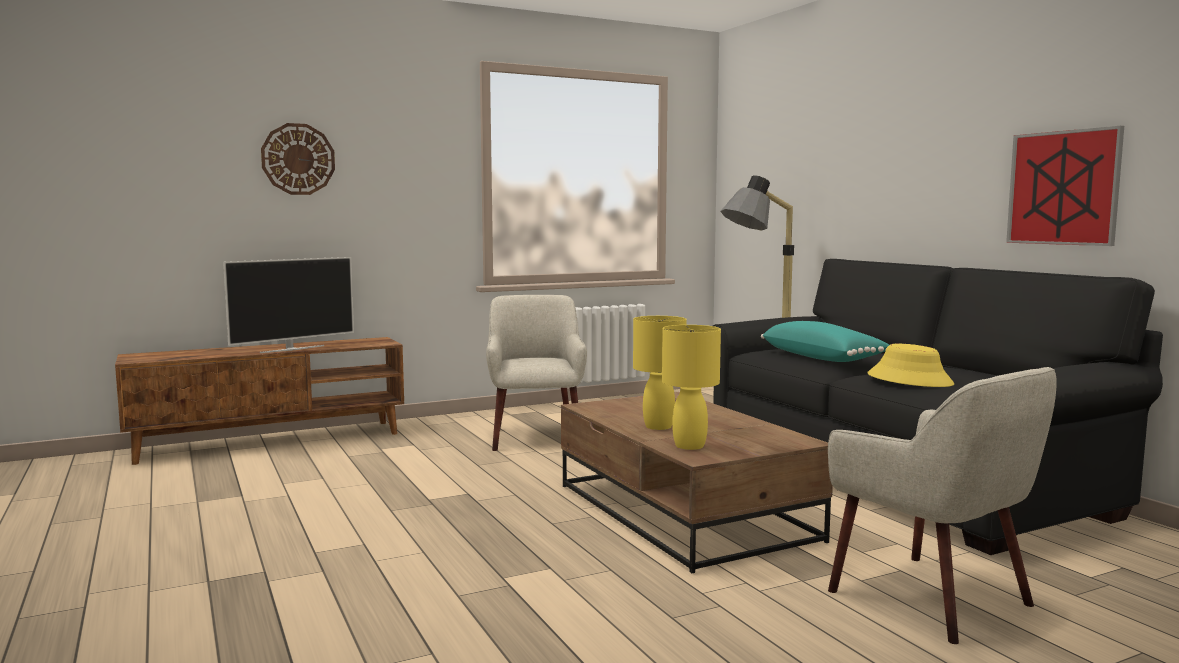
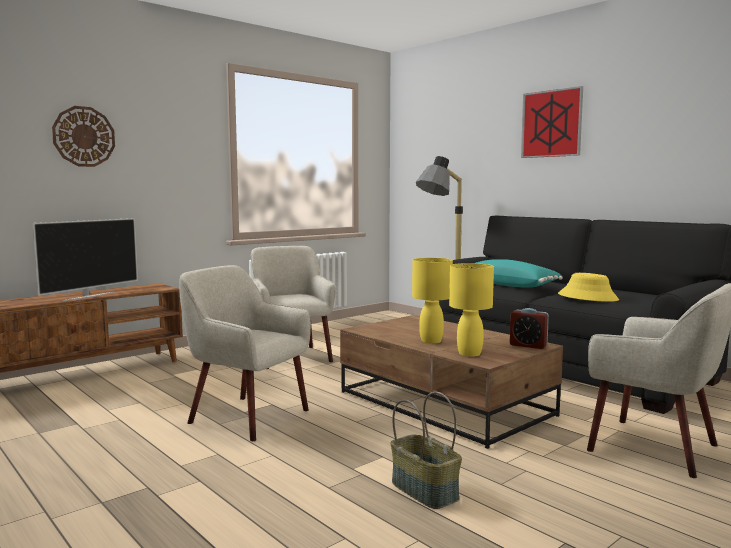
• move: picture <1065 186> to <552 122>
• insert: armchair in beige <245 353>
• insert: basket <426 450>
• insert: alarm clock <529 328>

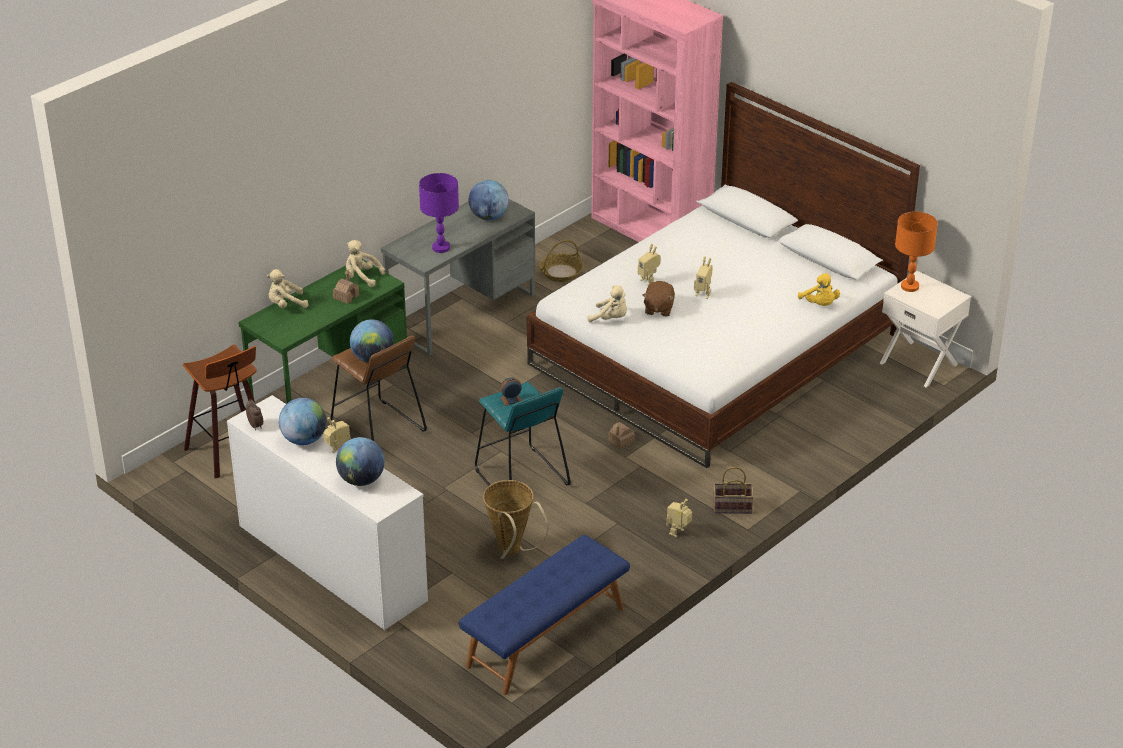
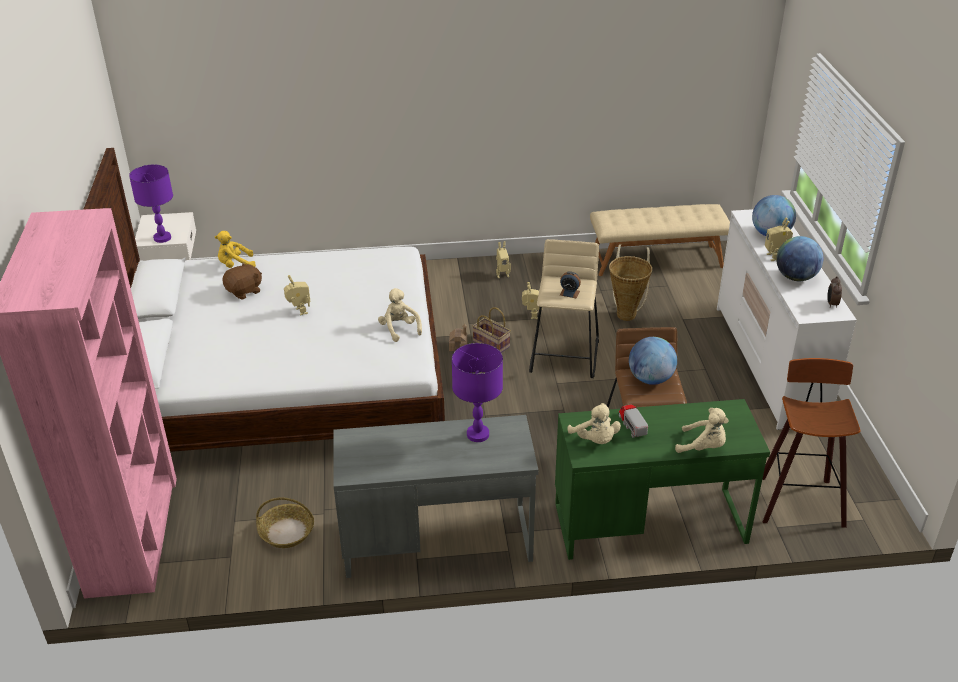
• replace: toy house <346 287> to toy truck <633 421>
• recolor: bench in blue <544 615> to bench in beige <660 240>
• delete: globe <489 200>
• recolor: stool in turquoise <523 434> to stool in beige <564 308>
• move: toy robot <649 265> to <532 300>
• move: plush toy in brown <659 298> to <242 281>
• move: basket <733 490> to <491 330>
• rotate: plush toy in yellow <819 289> = <235 249> 120 degrees counterclockwise
• recolor: table lamp in orange <916 251> to table lamp in purple <151 203>

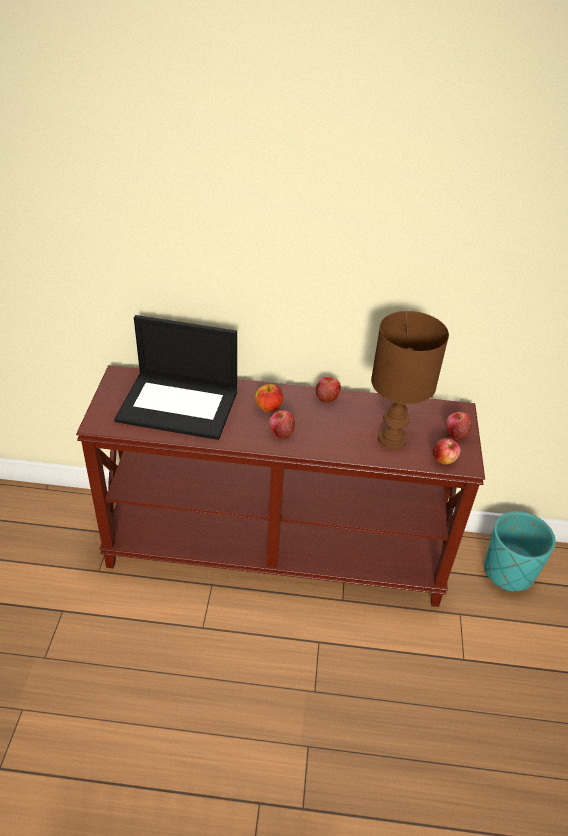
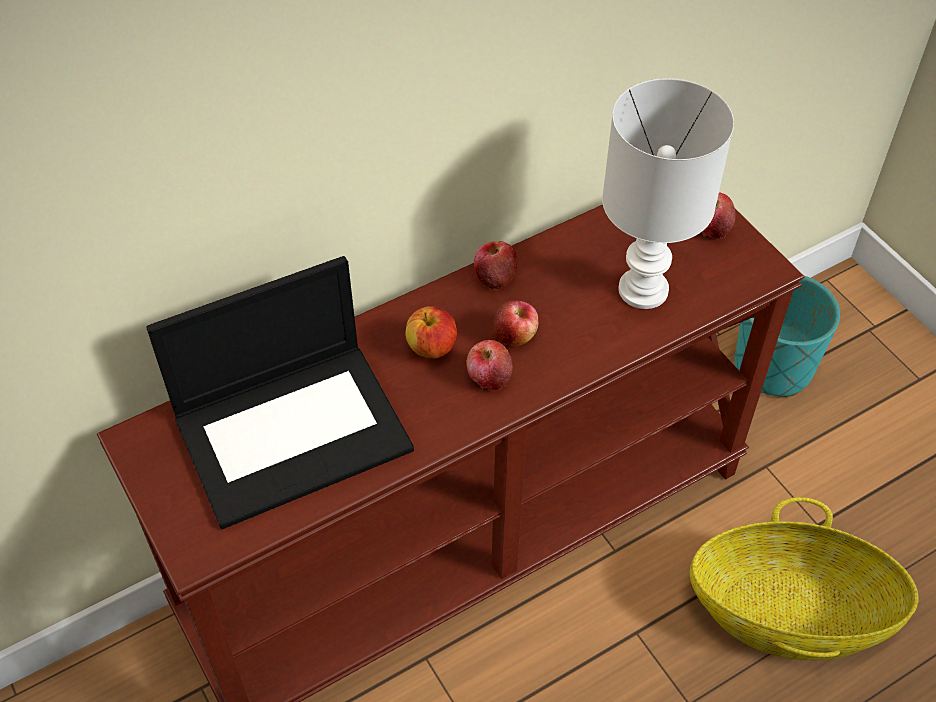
• recolor: table lamp in brown <410 380> to table lamp in white <668 193>
• move: apple <447 451> to <515 323>
• insert: basket <804 578>

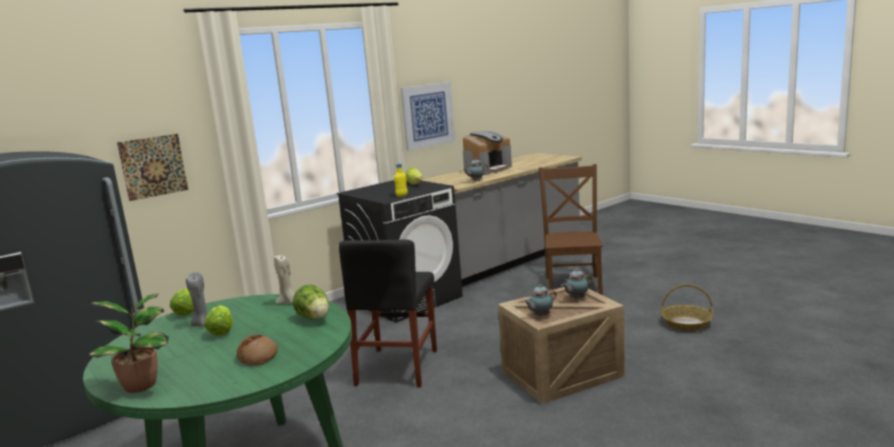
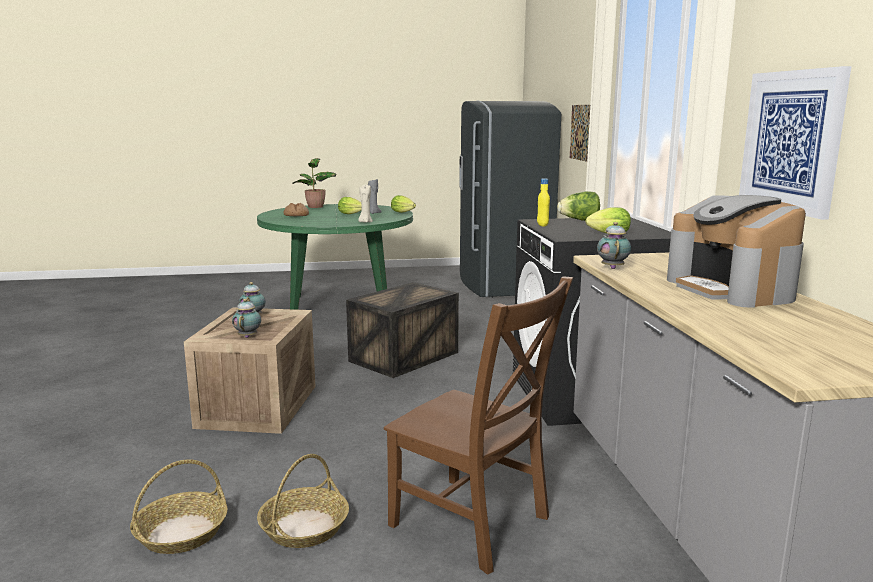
• move: lettuce <311 302> to <578 206>
• replace: chair in black <388 313> to crate <402 330>
• insert: basket <303 501>

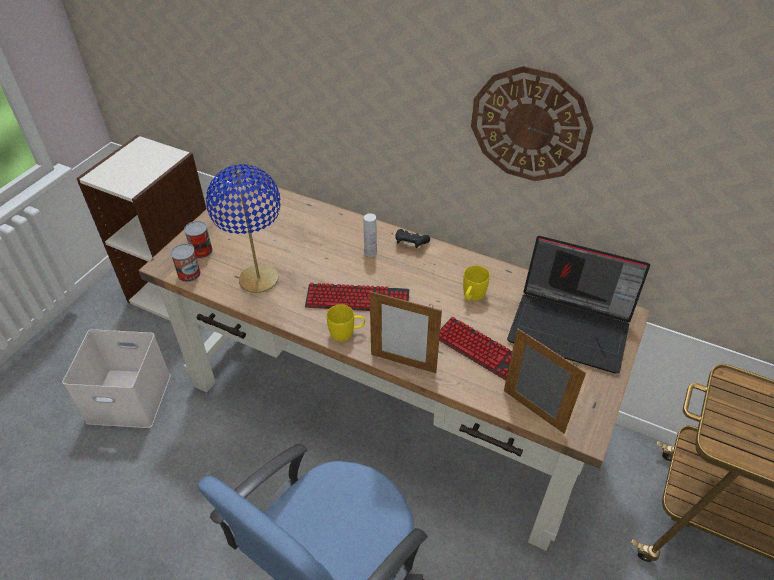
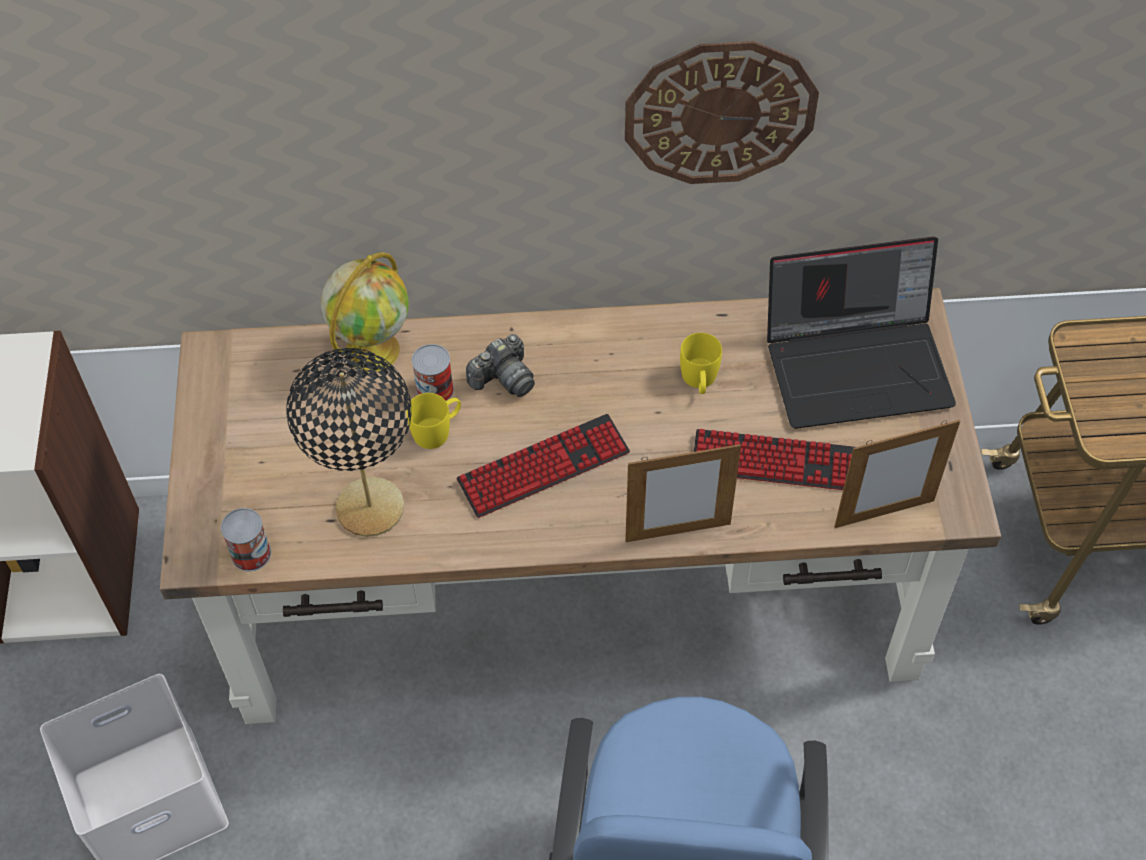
• move: can <198 239> to <433 372>
• recolor: table lamp in blue <243 228> to table lamp in black <348 442>
• move: mug in yellow <346 322> to <433 421>
• replace: bottle in white <370 235> to photo camera <500 365>
• delete: game controller in black <412 238>
• rotate: picture frame <545 381> = <897 474> 150 degrees clockwise
• insert: globe <365 312>

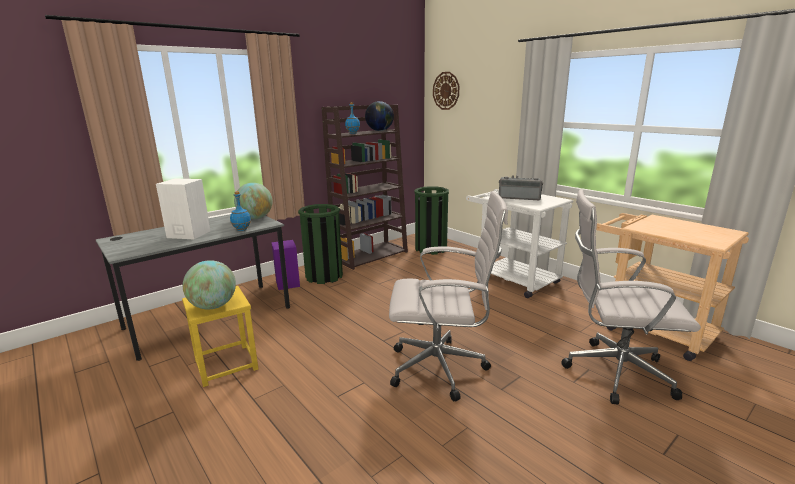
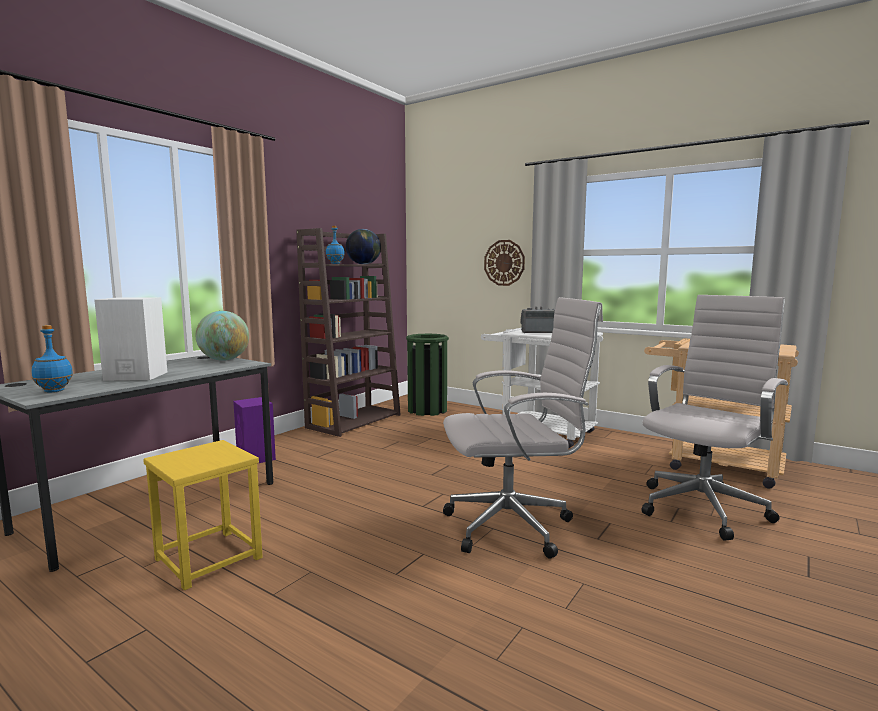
• delete: globe <209 284>
• move: bottle in blue <240 211> to <52 358>
• delete: trash can in green <320 244>
• move: wall clock <446 91> to <504 263>
• rotate: office chair in white <631 297> = <714 418> 135 degrees clockwise

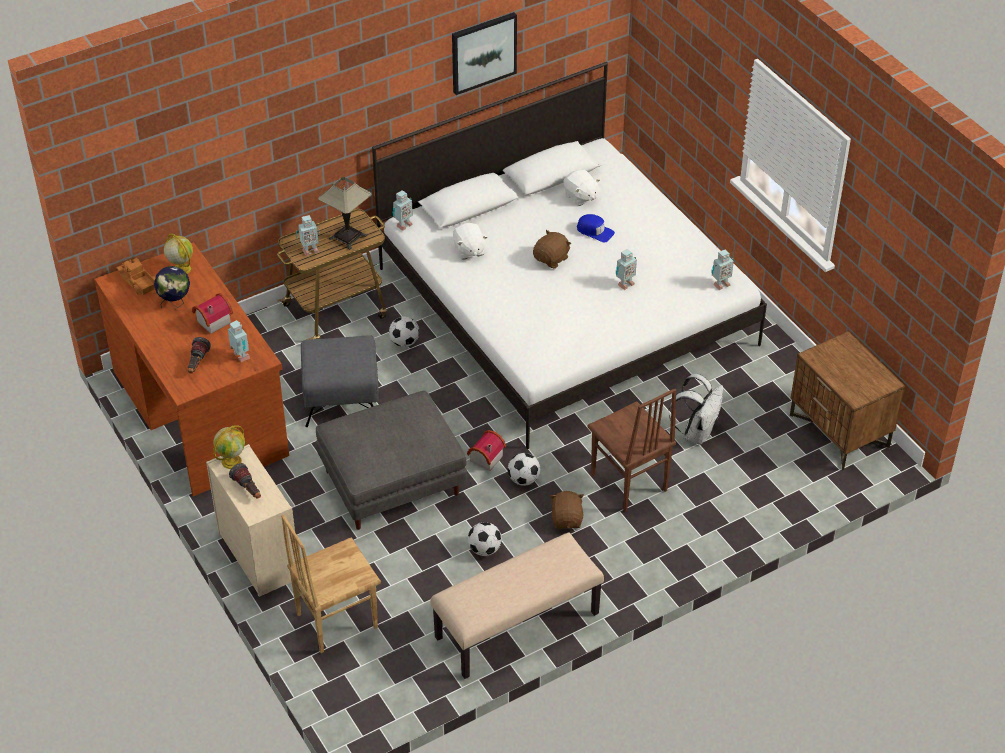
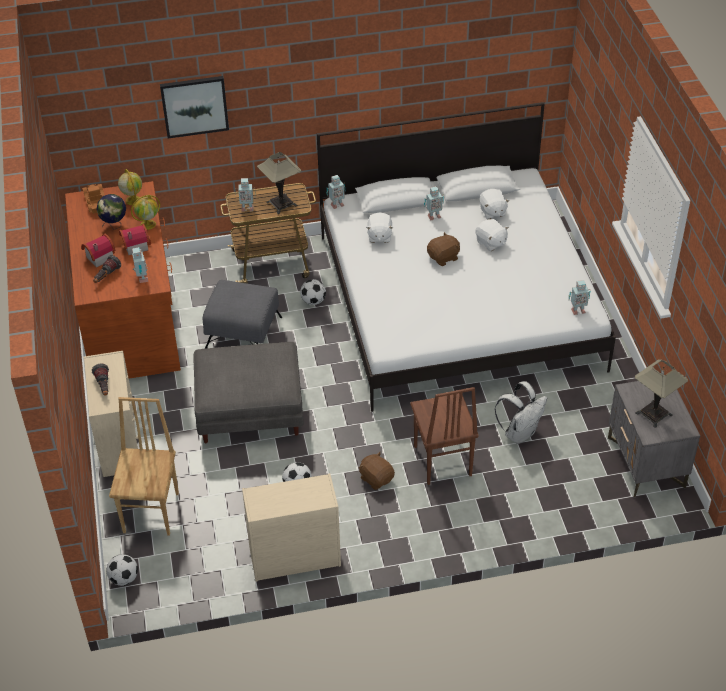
• move: globe <229 447> to <145 212>
• rotate: chair in brown <331 584> = <144 466> 105 degrees clockwise
• replace: bench in beige <517 606> to dresser in beige <291 527>
• move: picture <484 53> to <194 107>
• move: toy house <486 450> to <98 251>
• move: football <524 469> to <122 570>
• rotate: plush toy in brown <567 510> = <377 471> 60 degrees counterclockwise
• replace: cap in blue <596 228> to plush toy in white <492 235>
• move: toy robot <626 269> to <434 203>
• recolor: nightstand in brown <847 400> to nightstand in grey <654 439>
• insert: table lamp <661 393>

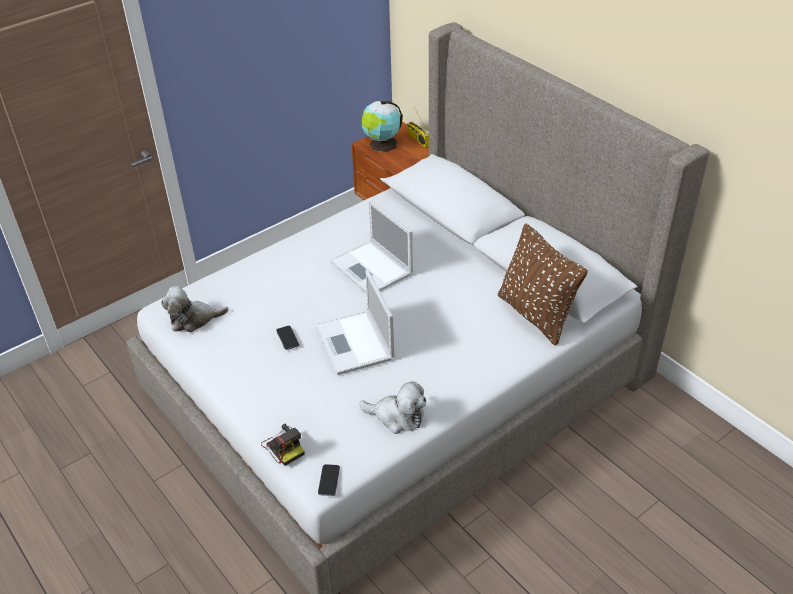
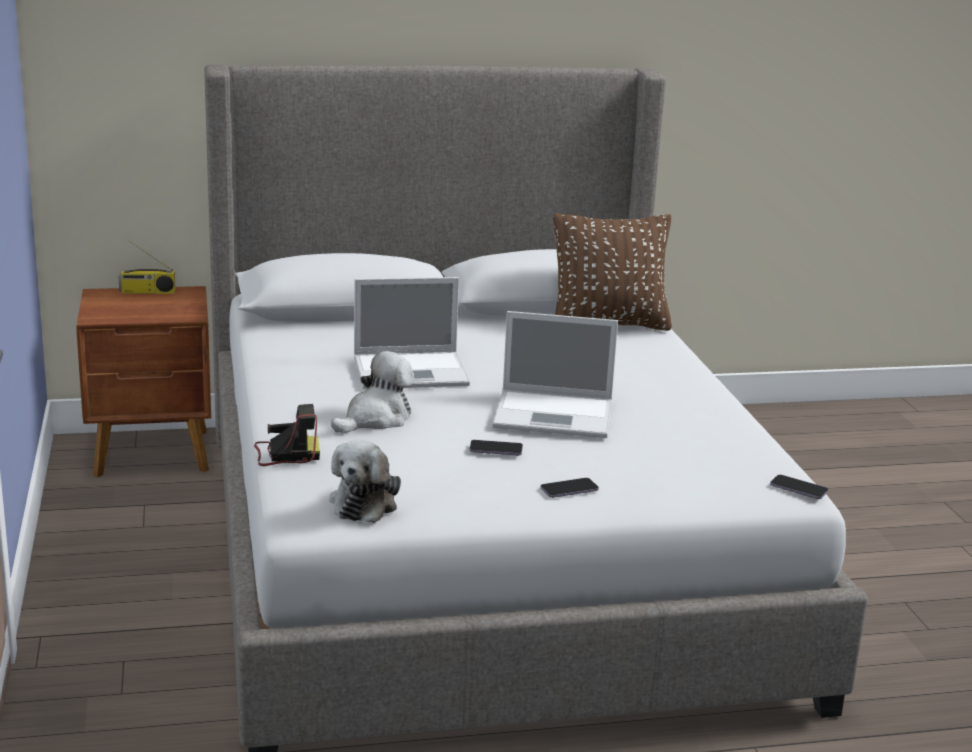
• move: photo camera <282 444> to <287 435>
• move: plush toy <392 407> to <372 392>
• delete: globe <382 126>
• insert: phone <569 488>

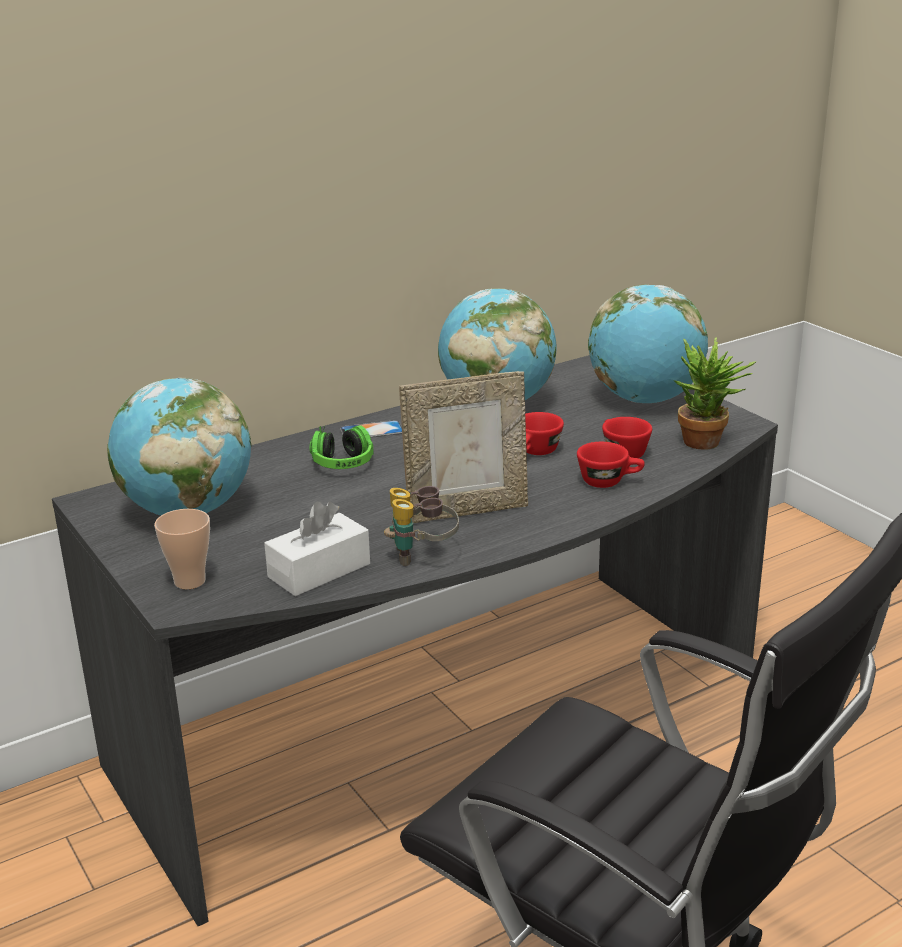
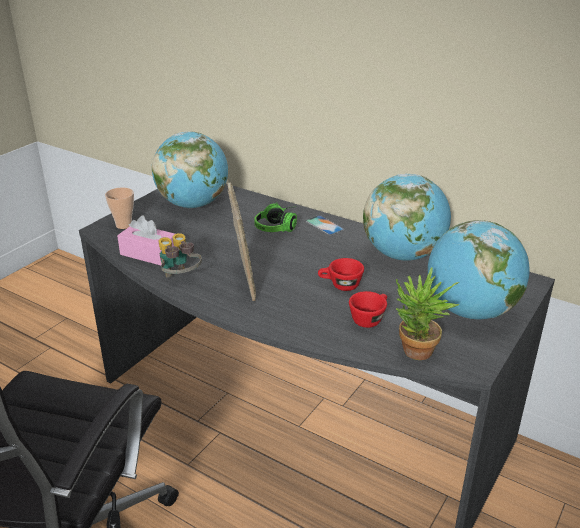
• recolor: tissue box in white <317 548> to tissue box in pink <146 240>
• rotate: picture frame <463 447> = <241 241> 150 degrees counterclockwise
• delete: cup in red <611 465>

